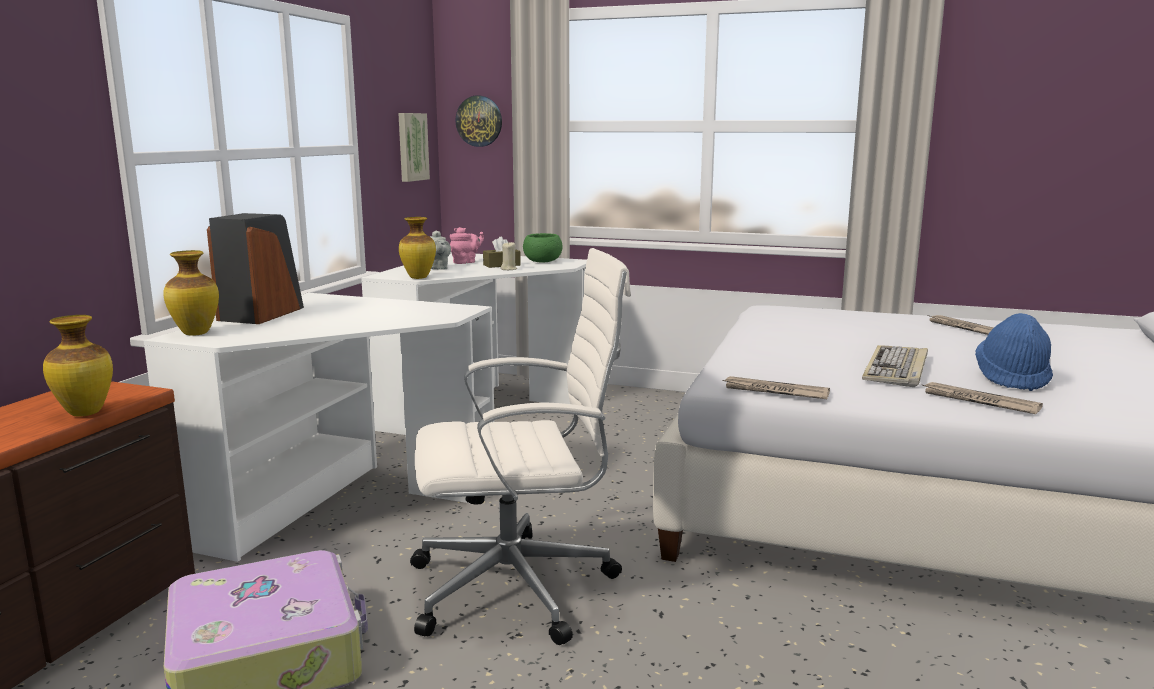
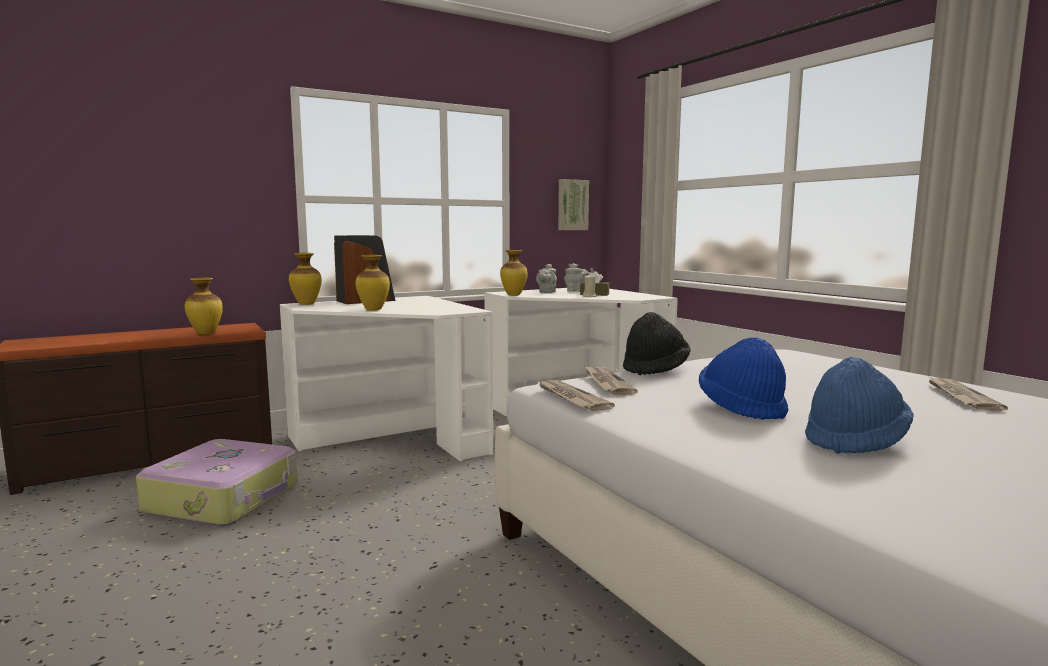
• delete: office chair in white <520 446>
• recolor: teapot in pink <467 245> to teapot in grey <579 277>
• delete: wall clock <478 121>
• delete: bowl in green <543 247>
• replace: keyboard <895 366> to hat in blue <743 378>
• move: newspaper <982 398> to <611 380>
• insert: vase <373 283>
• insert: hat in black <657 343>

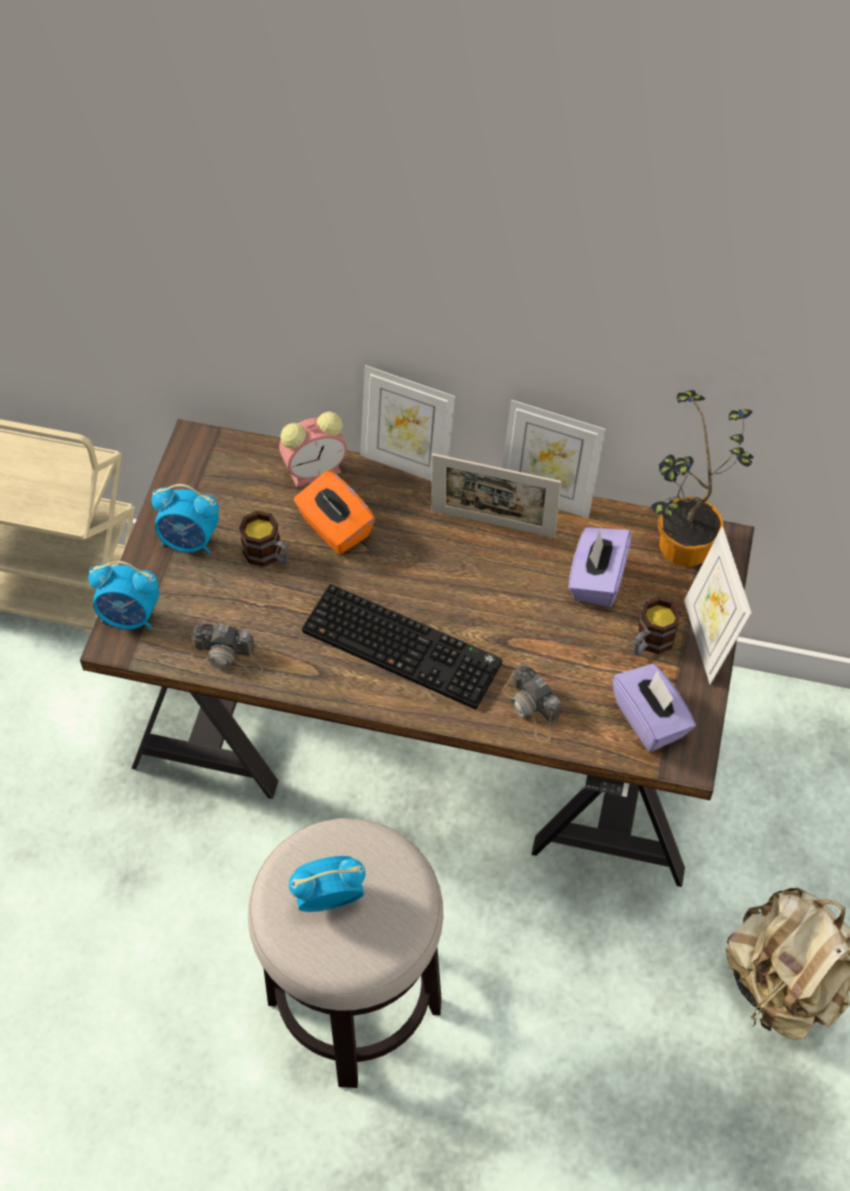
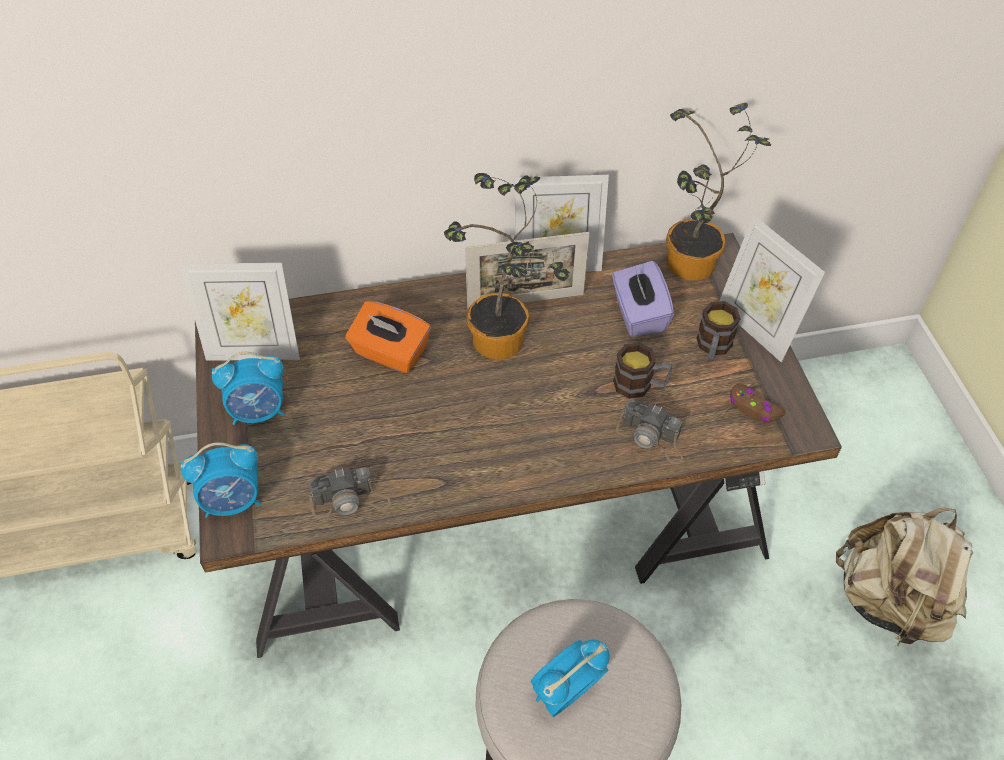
• move: mug <264 539> to <642 371>
• delete: alarm clock <313 449>
• delete: keyboard <402 647>
• move: picture frame <407 423> to <240 312>
• replace: tissue box in purple <654 708> to game controller in brown <758 403>
• insert: potted plant <507 266>

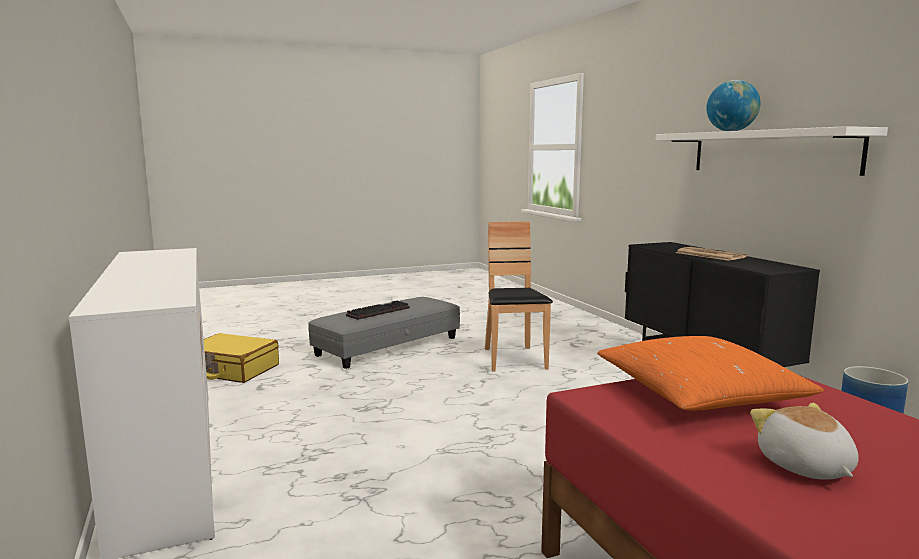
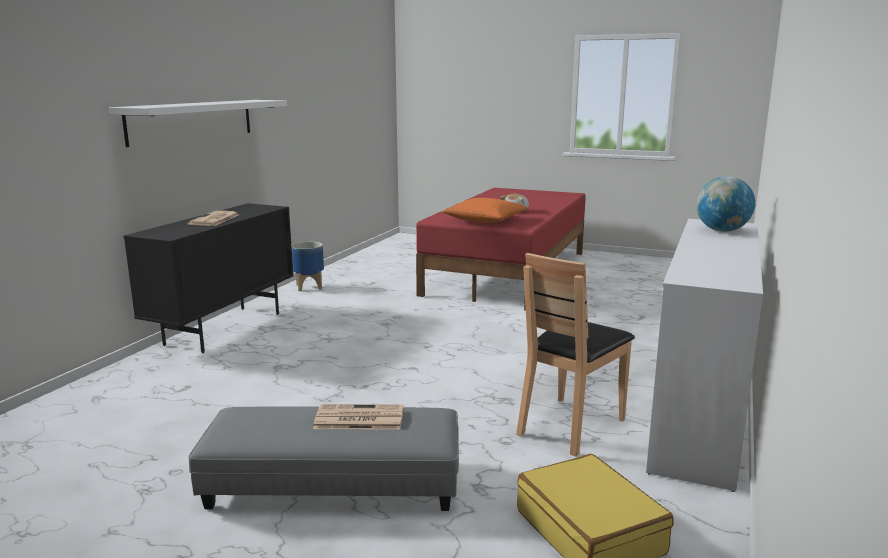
• replace: keyboard <378 310> to newspaper <358 417>
• move: chair in brown <519 296> to <575 354>
• move: globe <733 105> to <725 204>

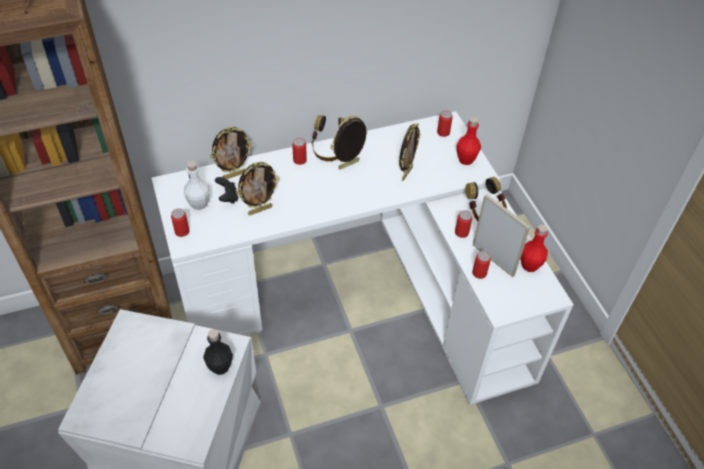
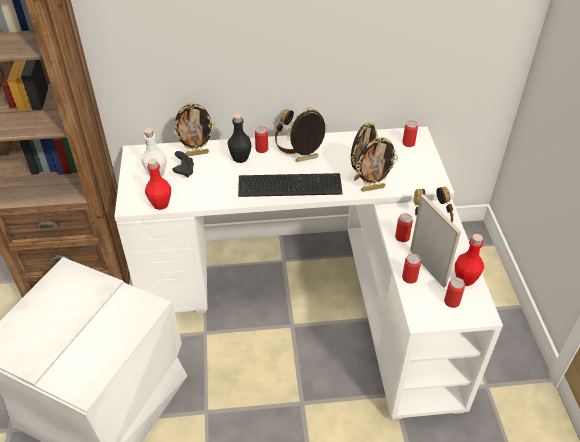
• move: can <180 222> to <454 292>
• move: bottle in black <218 352> to <240 138>
• move: picture frame <258 188> to <376 164>
• move: bottle in red <468 141> to <158 184>
• insert: keyboard <290 185>

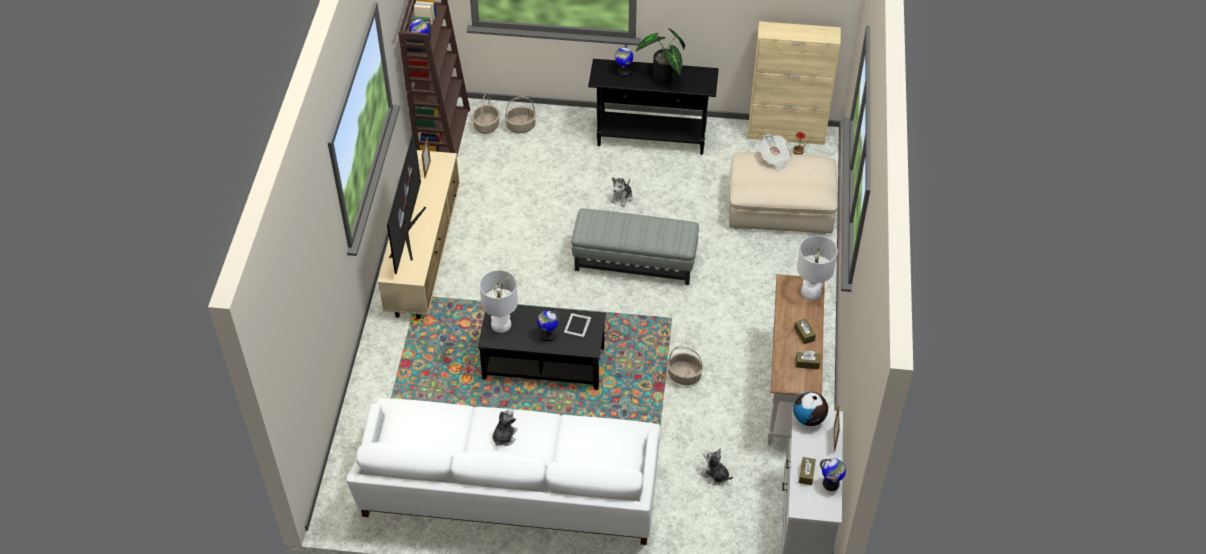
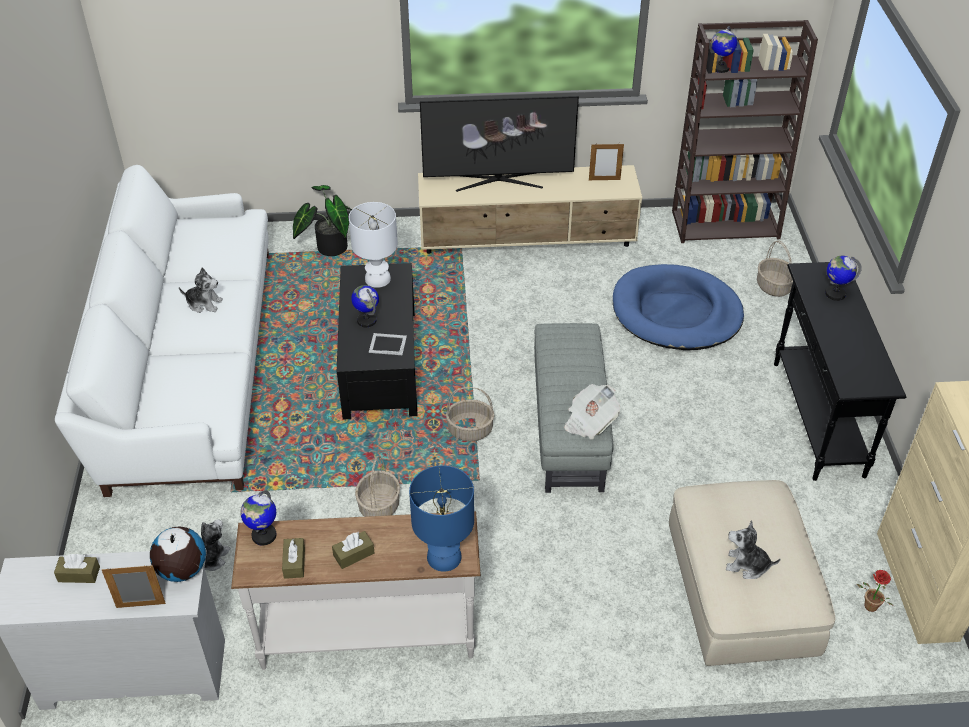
• move: basket <486 113> to <470 414>
• move: plush toy <621 192> to <753 549>
• move: potted plant <660 55> to <322 220>
• move: newspaper <776 152> to <592 412>
• recolor: table lamp in white <817 267> to table lamp in blue <441 518>
• move: globe <833 474> to <258 518>
• insert: dog bed in blue <678 307>

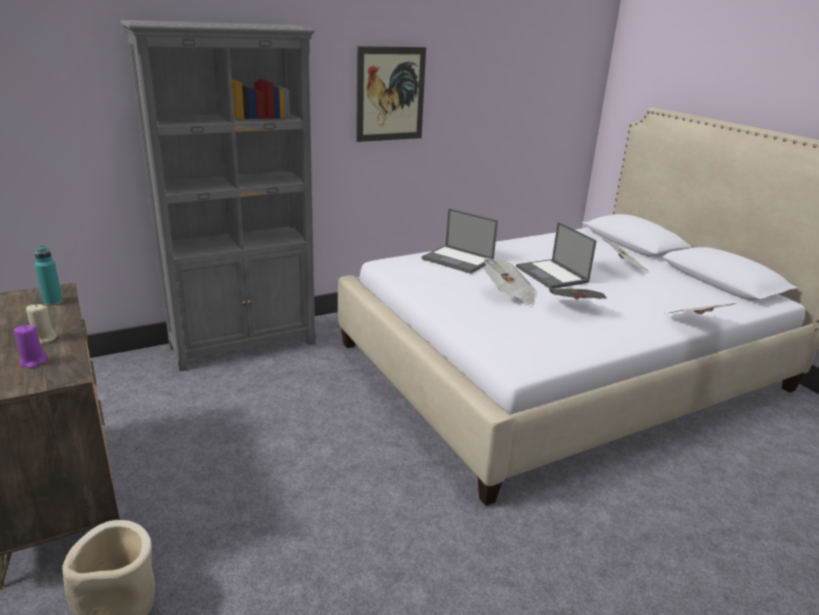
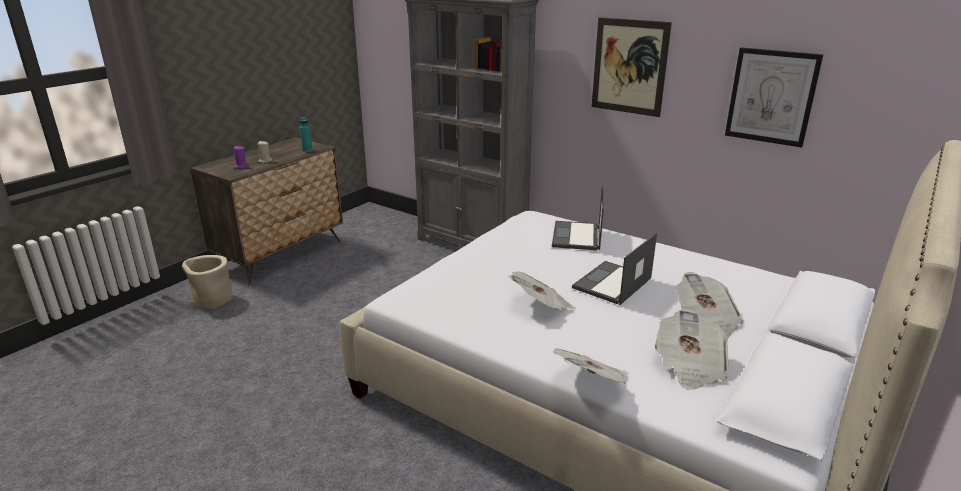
• move: newspaper <509 281> to <692 349>
• insert: picture <774 97>

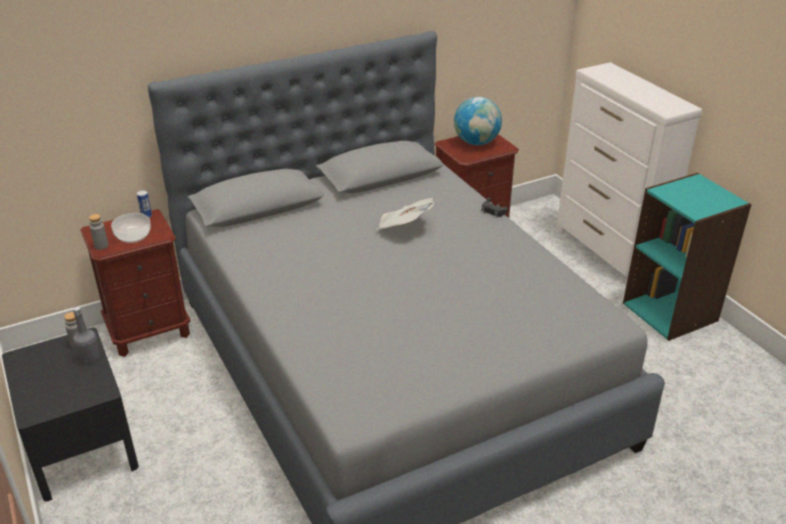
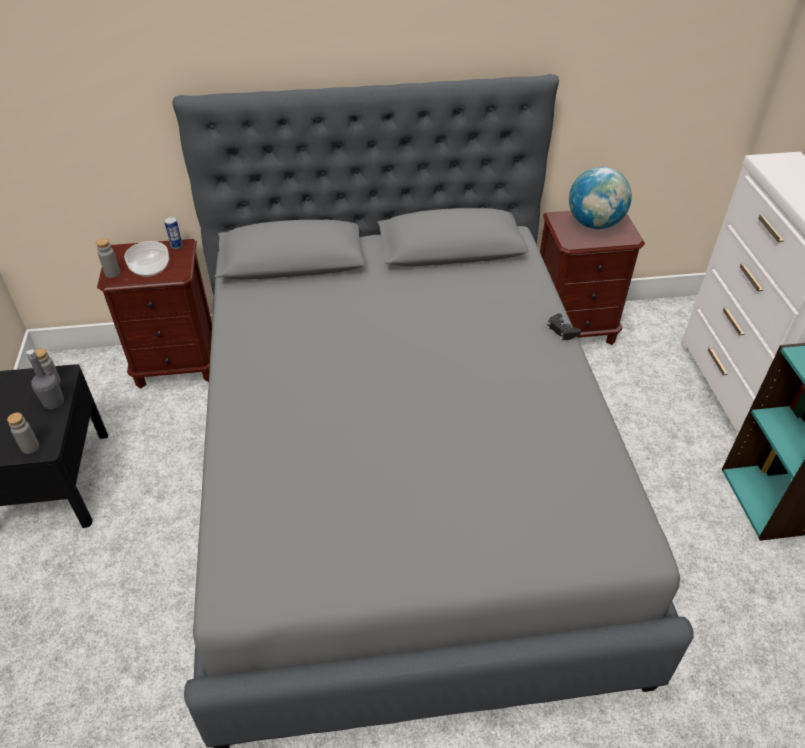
• delete: newspaper <405 214>
• insert: bottle in grey <23 433>

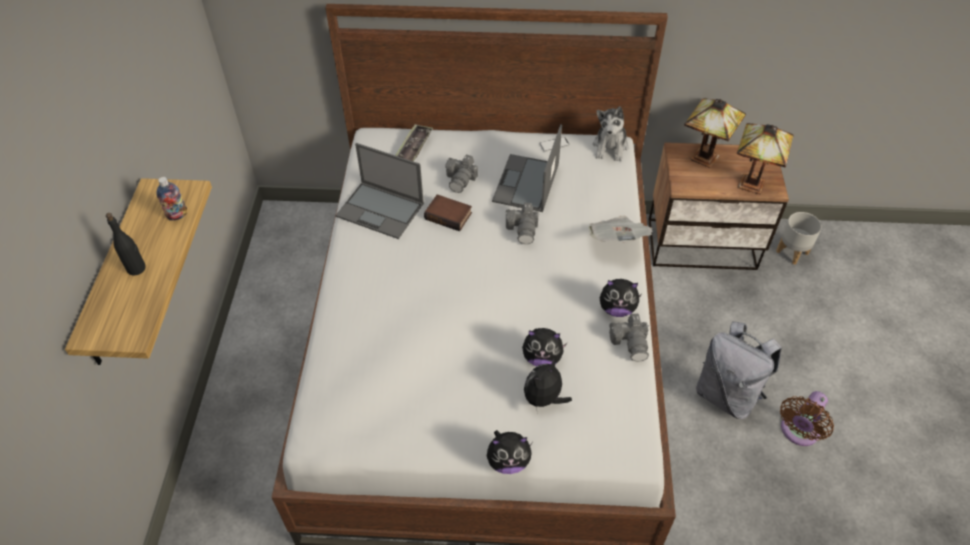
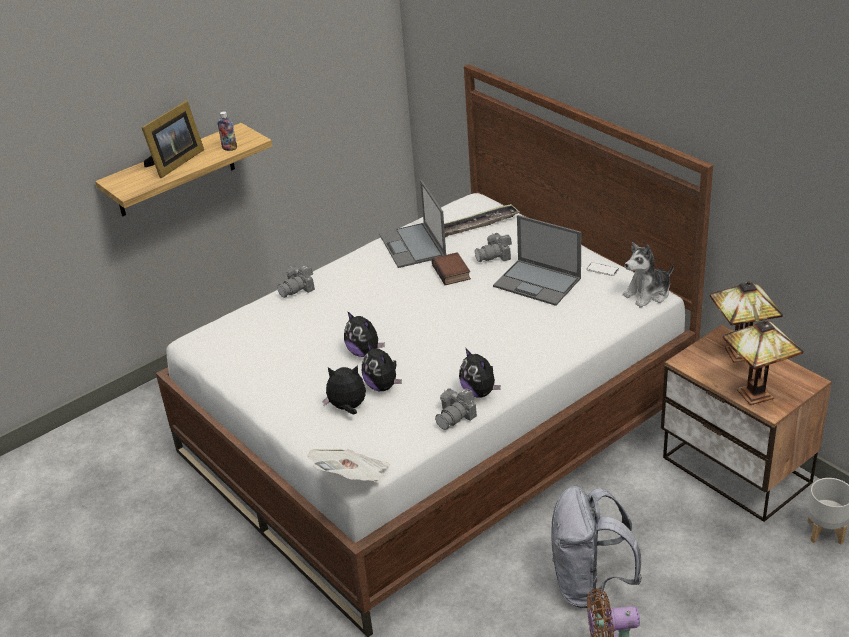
• replace: bottle in black <126 244> to picture frame <172 139>
• move: plush toy <510 452> to <364 334>
• rotate: laptop <527 168> = <537 260> 120 degrees counterclockwise
• move: photo camera <522 223> to <296 281>
• move: newspaper <620 229> to <348 465>

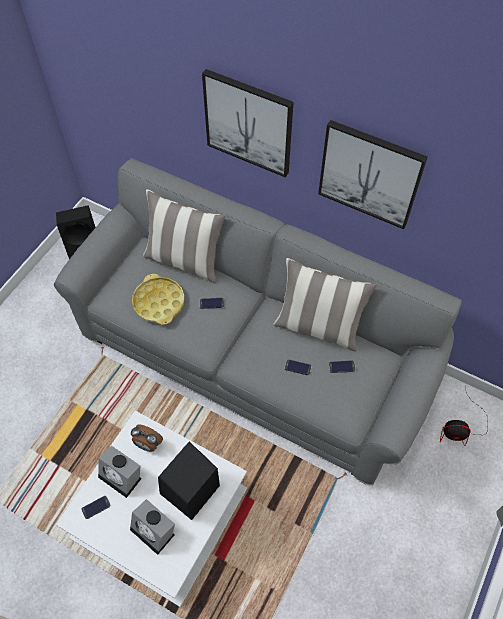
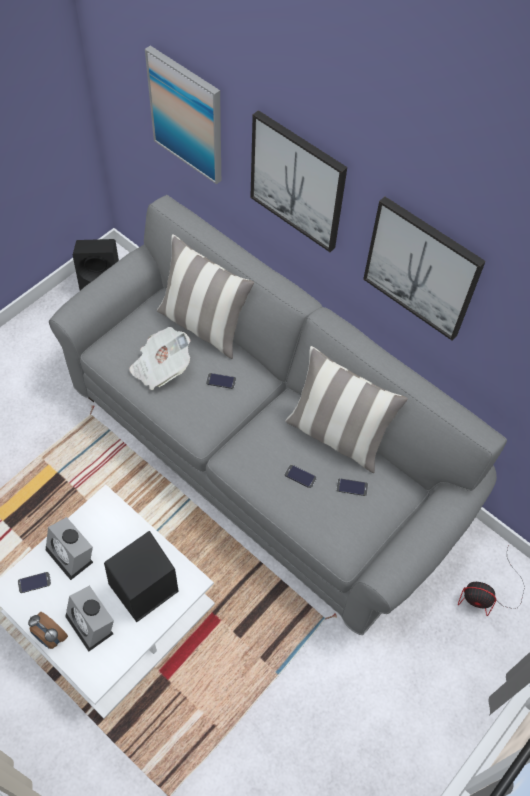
• move: alarm clock <147 438> to <48 630>
• replace: tray in yellow <158 299> to newspaper <160 358>
• insert: picture <183 115>

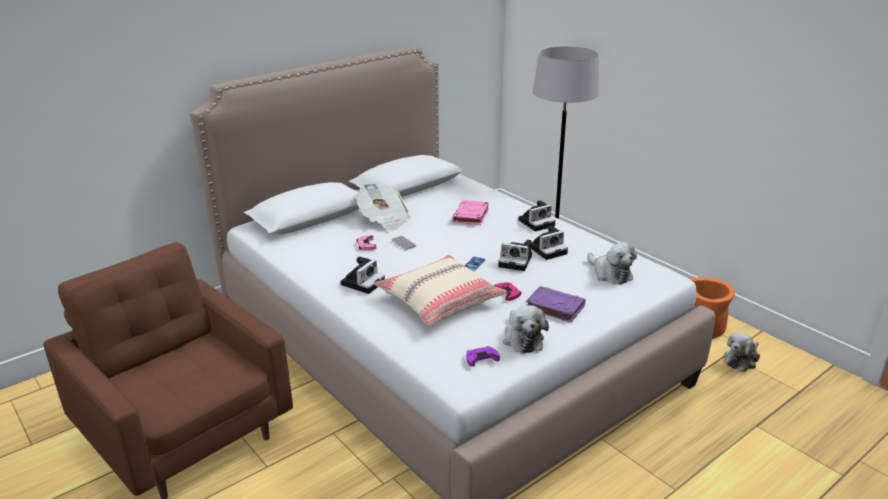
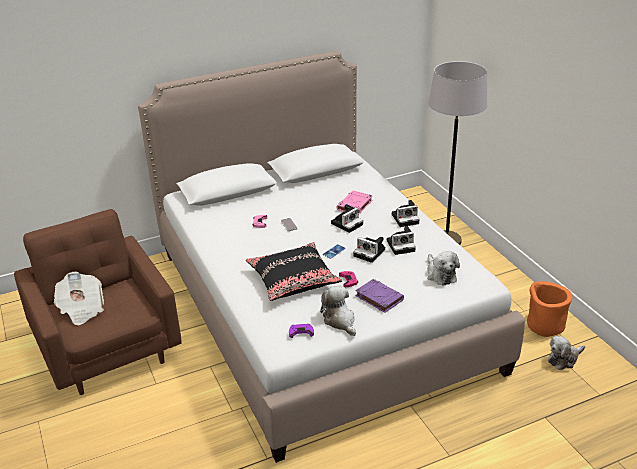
• move: photo camera <363 275> to <347 218>
• move: newspaper <383 207> to <79 298>
• recolor: pillow in beige <440 290> to pillow in black <294 271>
• rotate: plush toy <526 329> = <338 311> 150 degrees clockwise

